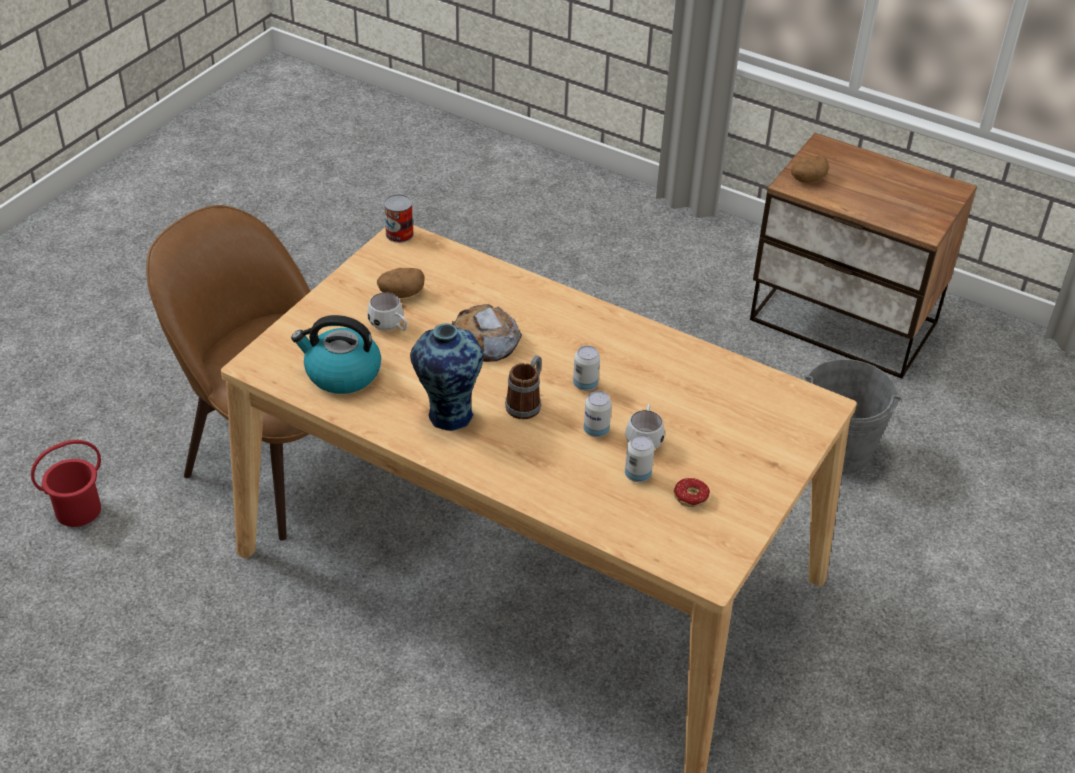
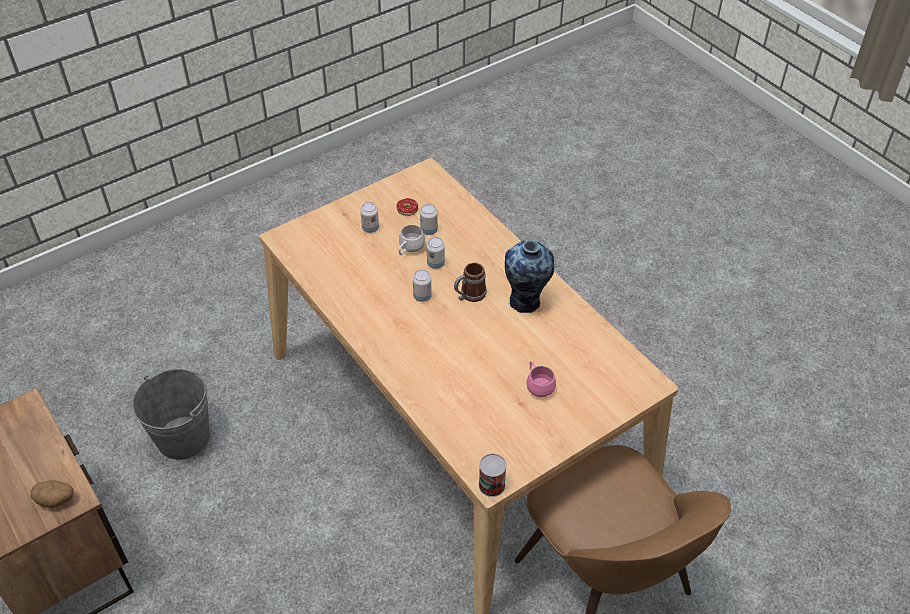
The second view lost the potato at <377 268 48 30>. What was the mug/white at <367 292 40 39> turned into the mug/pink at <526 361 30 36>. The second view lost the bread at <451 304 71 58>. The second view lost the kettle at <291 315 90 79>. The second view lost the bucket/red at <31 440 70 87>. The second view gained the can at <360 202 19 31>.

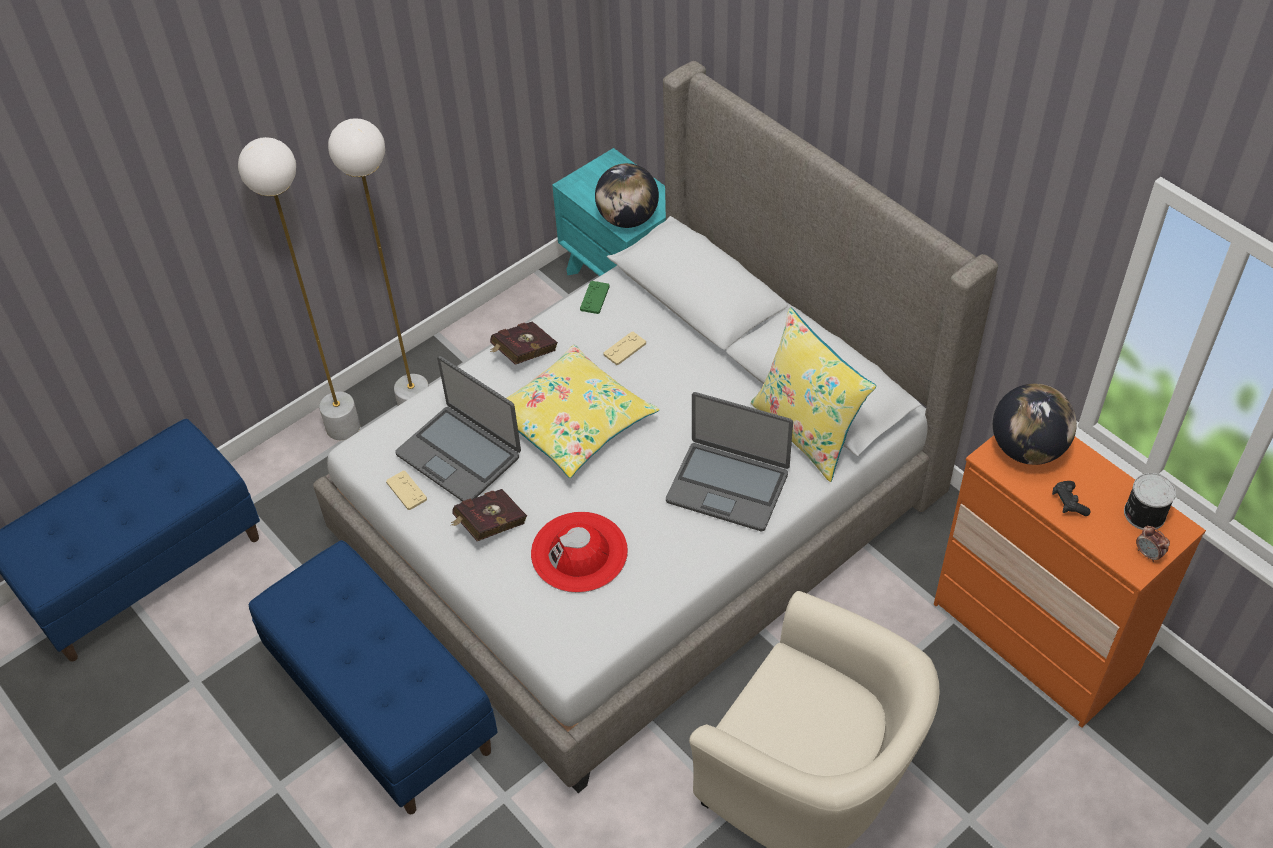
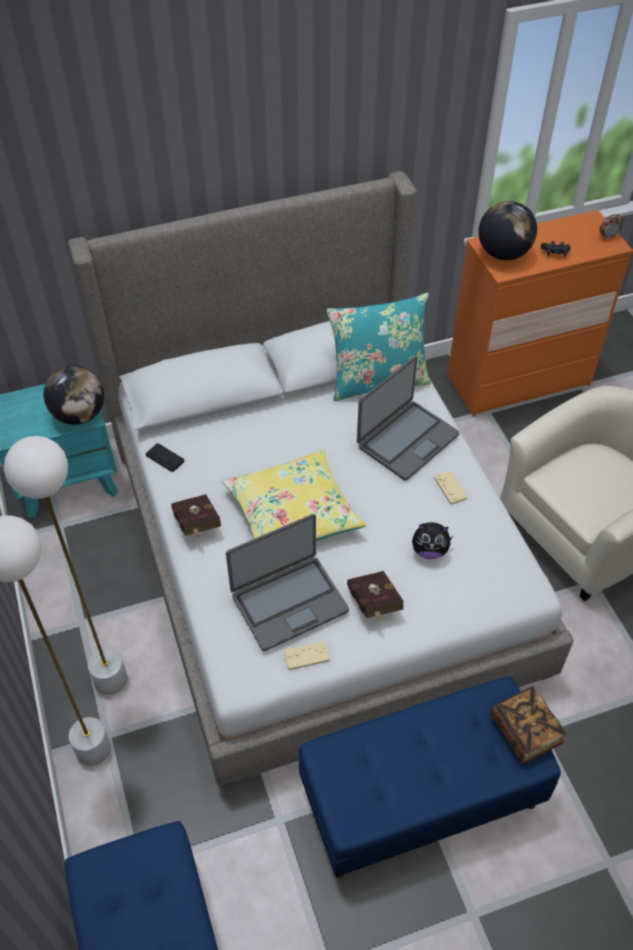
What was the game controller/green at <580 281 30 33> turned into the game controller/black at <146 443 38 29>. What was the pillow/yellow at <751 308 125 174> turned into the pillow/turquoise at <326 293 105 108>. The game controller/beige ended up elsewhere, having gone from <604 332 42 33> to <434 471 33 34>. The second view lost the can at <1124 473 52 57>. Where the hat/red stood at <531 512 97 81>, the plush toy came to stand at <412 522 41 37>. The second view gained the book at <490 686 76 78>.

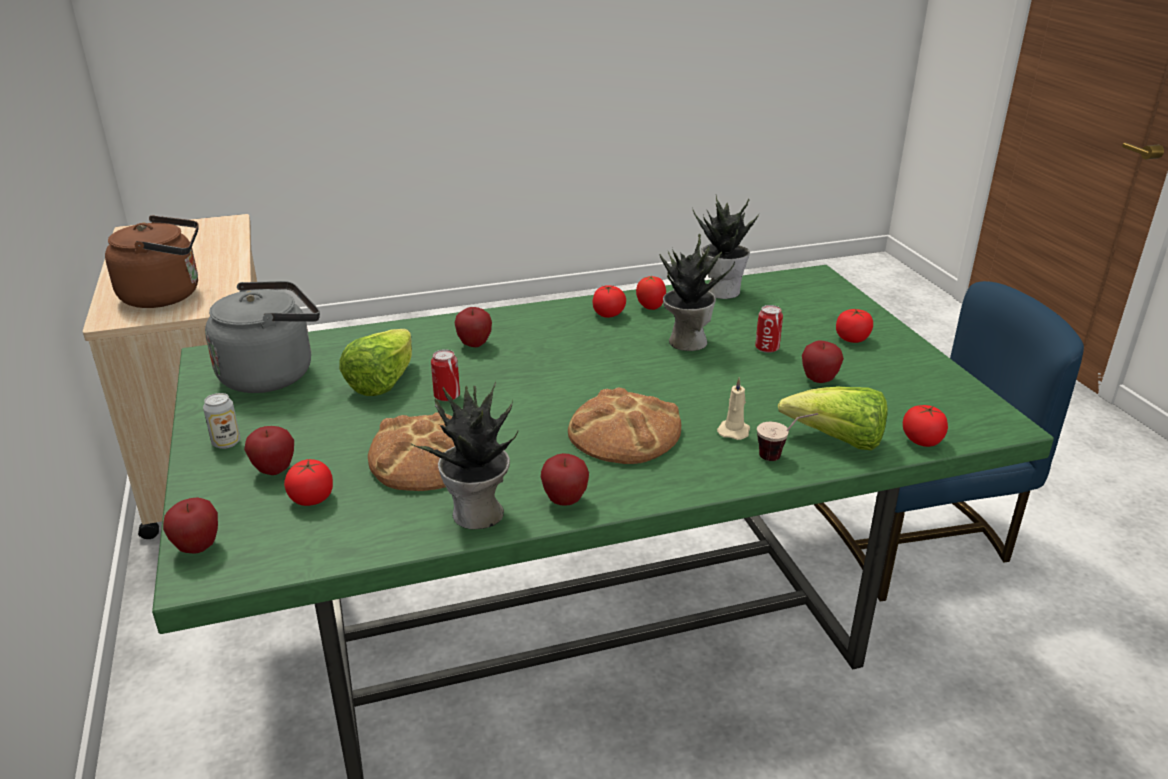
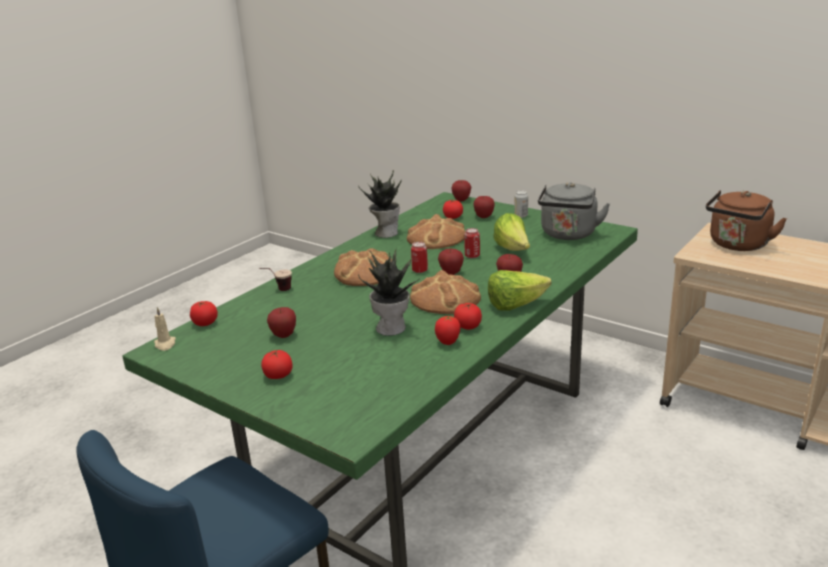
The second view lost the potted plant at <693 195 66 104>. The can ended up elsewhere, having gone from <755 305 28 48> to <411 242 17 31>. The candle/beige ended up elsewhere, having gone from <717 377 33 63> to <154 307 22 44>. The lettuce ended up elsewhere, having gone from <778 386 110 64> to <488 270 64 41>. The apple ended up elsewhere, having gone from <541 453 48 53> to <438 249 26 26>. The second view gained the bread at <410 270 71 44>.

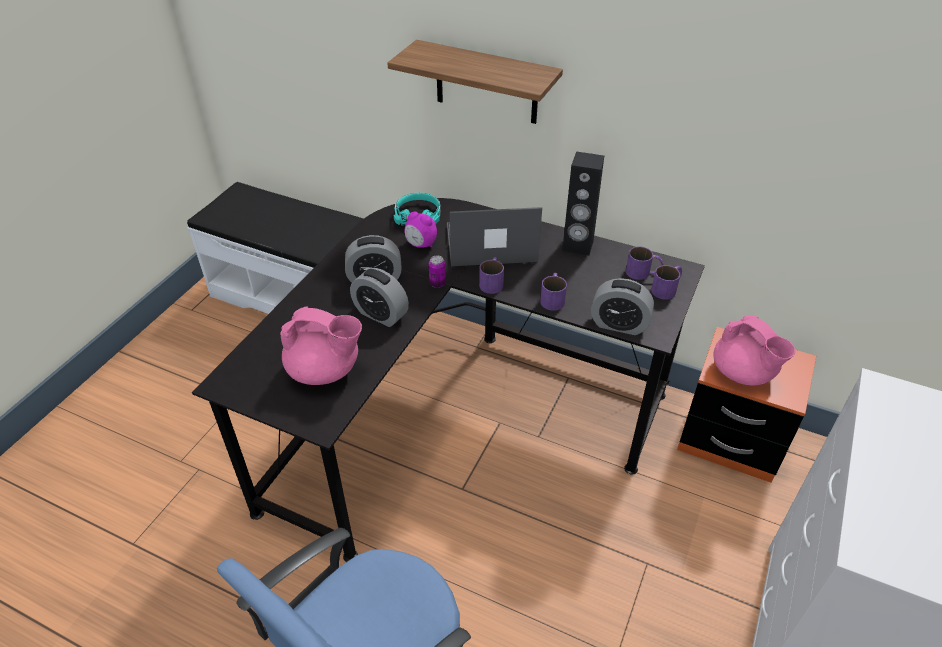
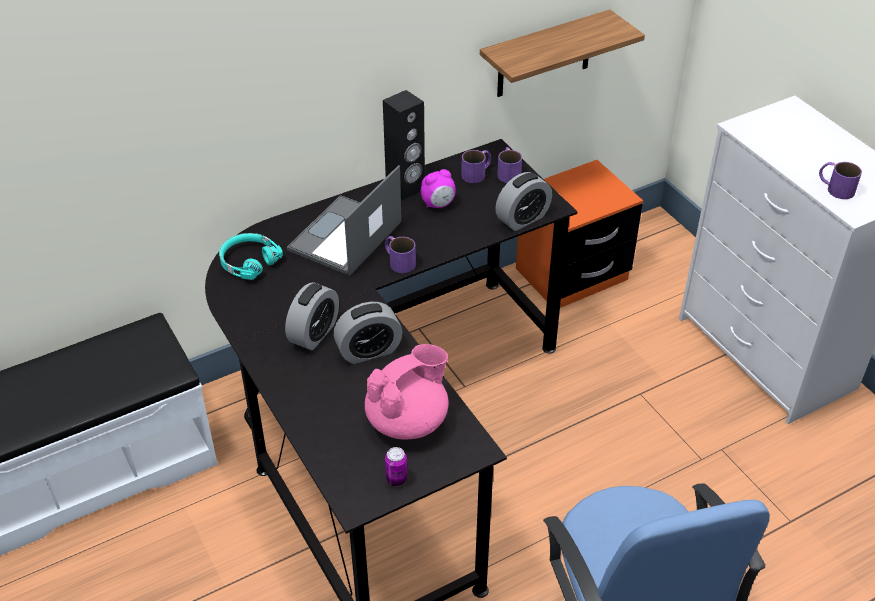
The shelf ended up elsewhere, having gone from <387 40 176 84> to <480 10 165 87>. The alarm clock ended up elsewhere, having gone from <405 212 32 36> to <421 169 35 39>. The can ended up elsewhere, having gone from <429 255 17 33> to <385 447 22 39>. The mug/purple ended up elsewhere, having gone from <540 273 27 38> to <819 162 43 37>. The second view lost the teapot/pink at <714 316 81 69>.

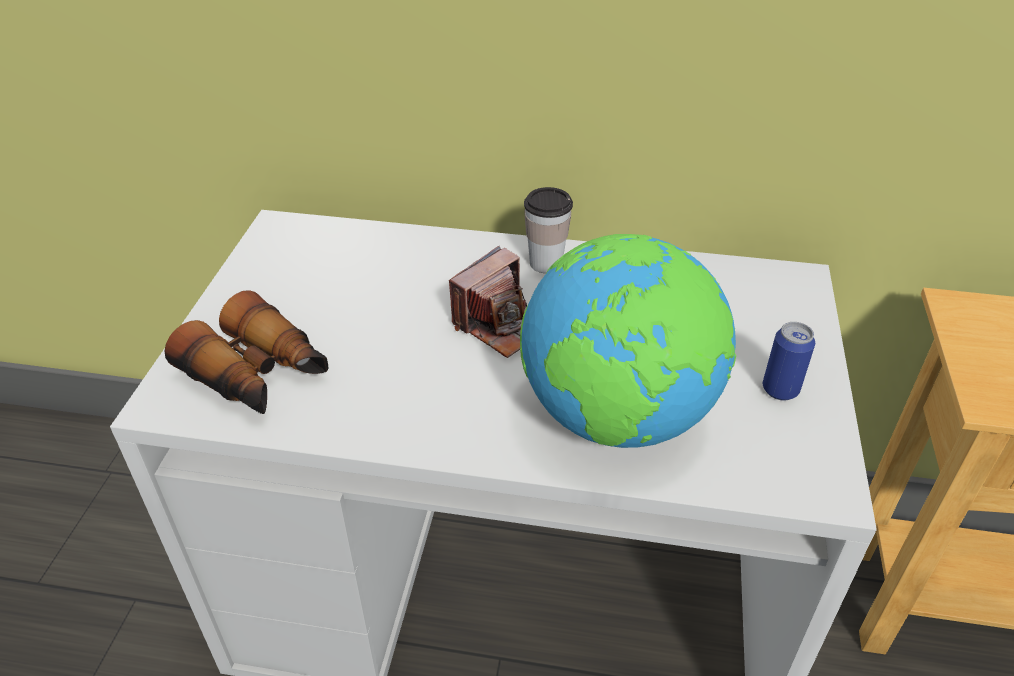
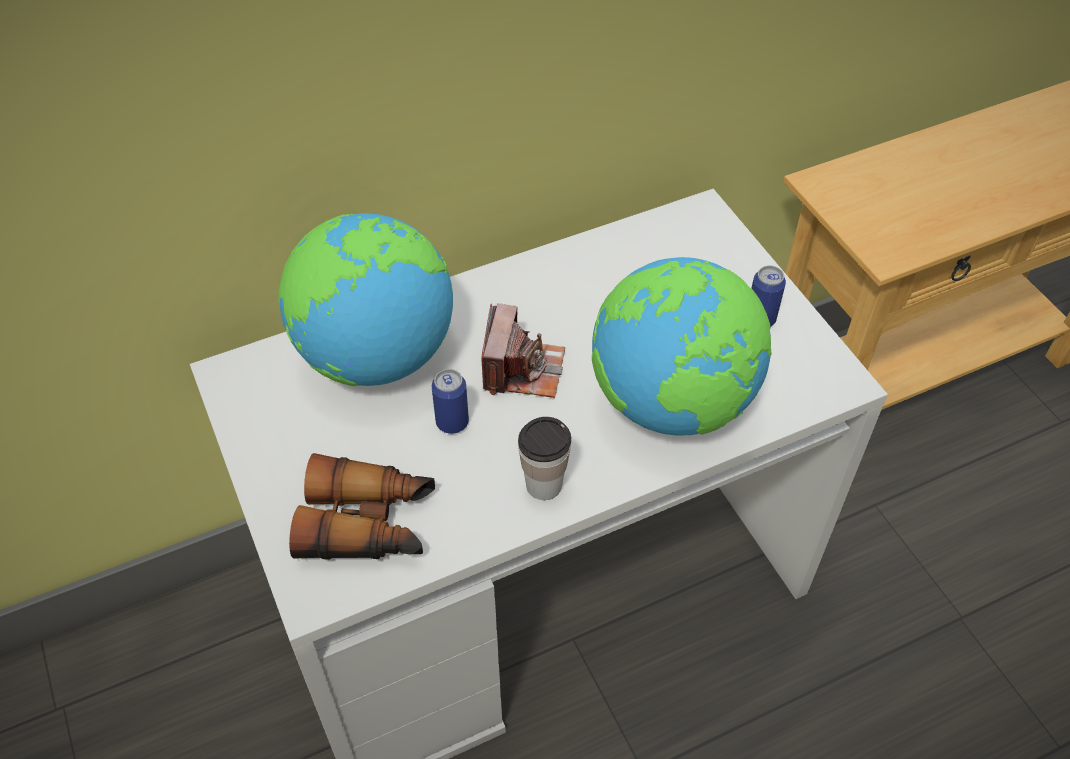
The cup ended up elsewhere, having gone from <524 187 49 86> to <518 417 53 83>. The second view gained the globe at <278 213 175 173>. The second view gained the can at <432 369 37 65>.

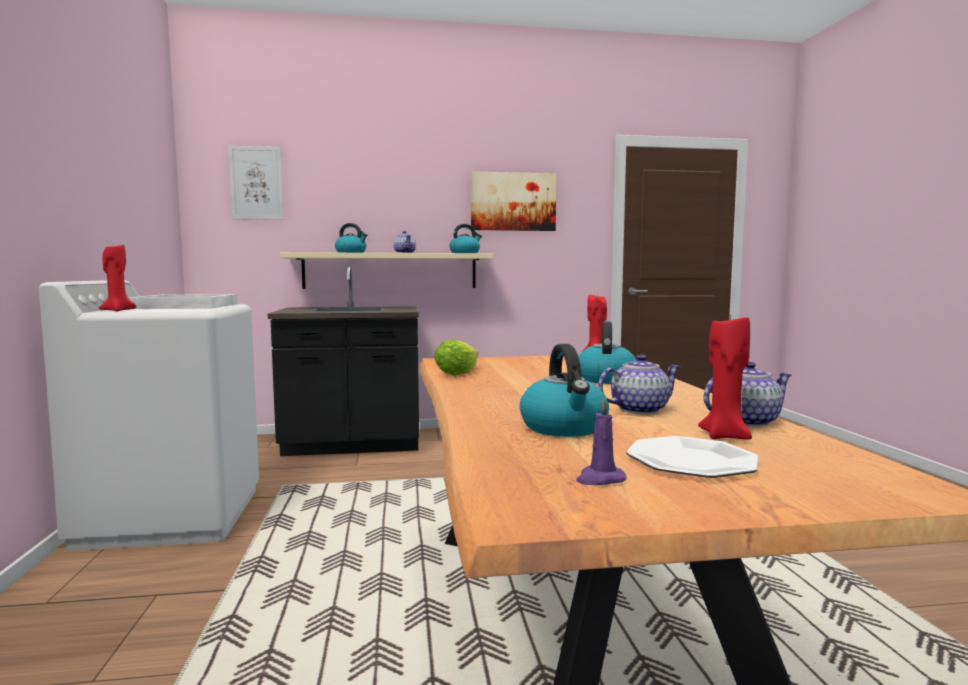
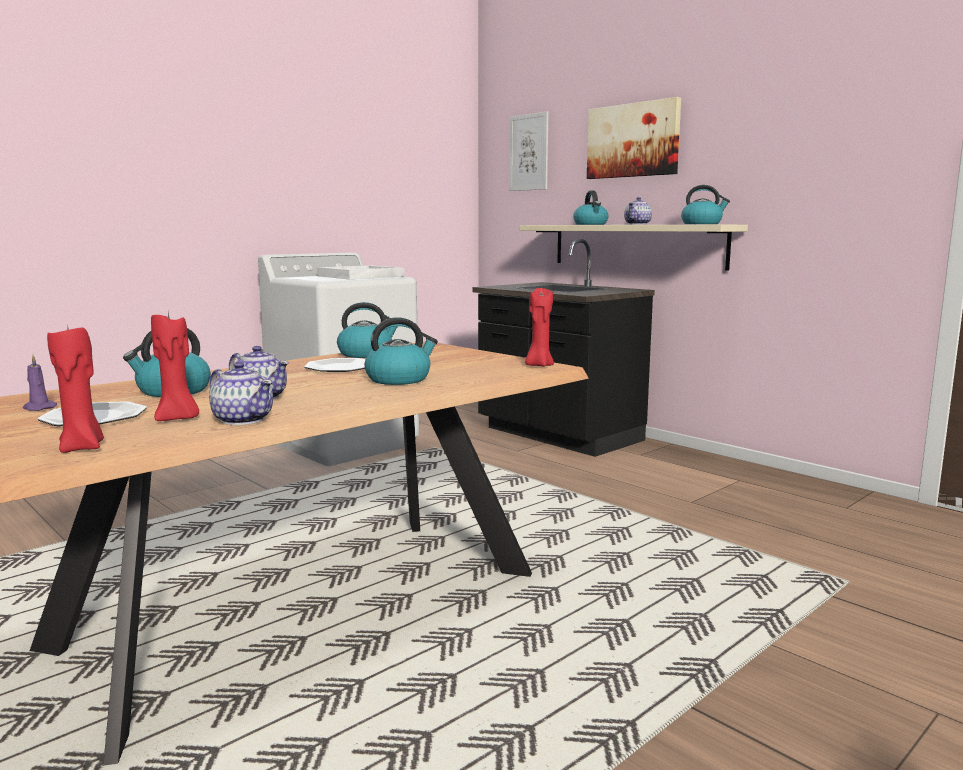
The picture ended up elsewhere, having gone from <471 171 86 60> to <587 97 94 82>. The candle/red ended up elsewhere, having gone from <99 245 38 67> to <47 324 57 129>. Where the lettuce stood at <434 340 45 36>, the kettle came to stand at <337 302 61 56>. The second view gained the plate at <304 358 62 14>.

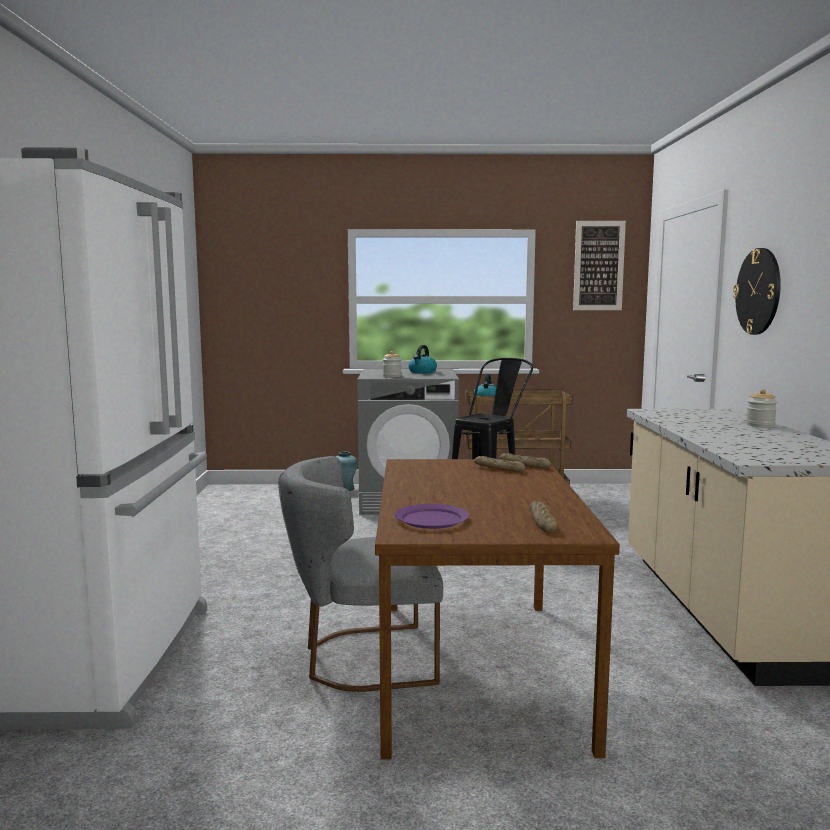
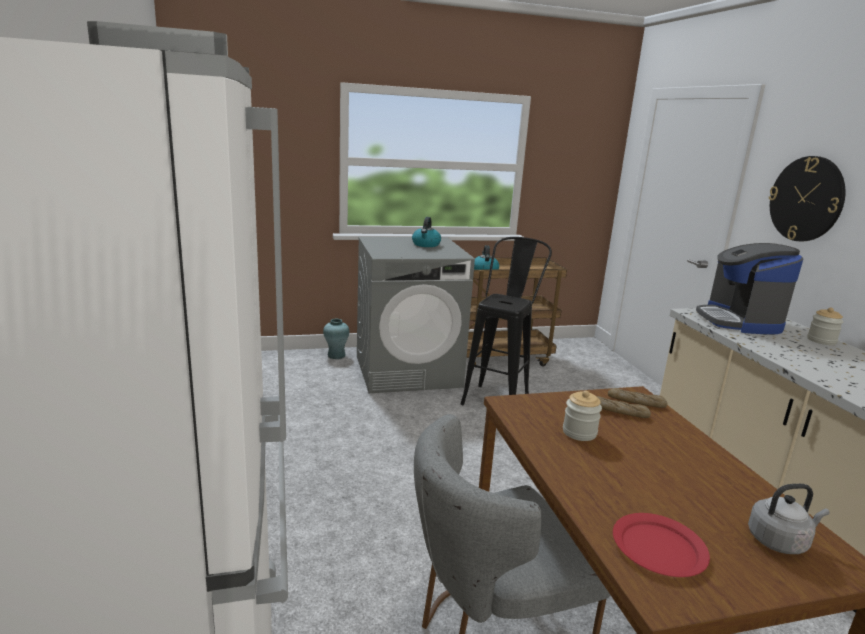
The second view lost the picture at <573 221 53 89>. The jar ended up elsewhere, having gone from <383 351 18 26> to <563 390 39 51>. Where the bread stood at <530 501 27 32>, the kettle/grey came to stand at <748 484 82 70>. What was the plate/purple at <395 504 74 25> turned into the plate/red at <613 513 97 64>. The second view gained the coffee machine at <696 243 107 91>.

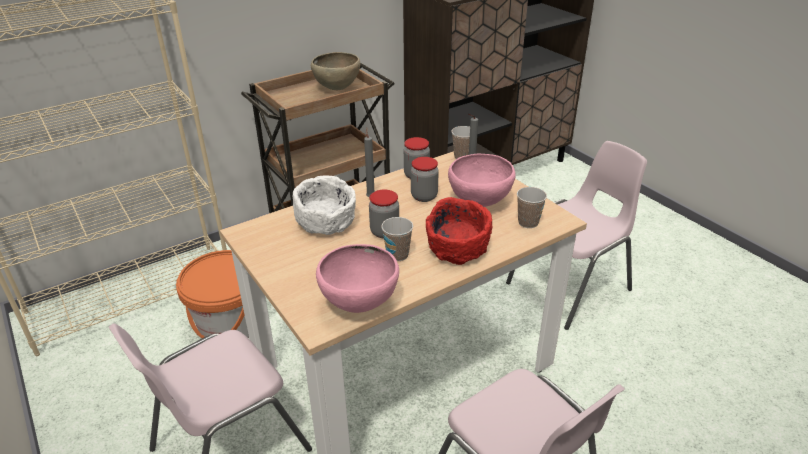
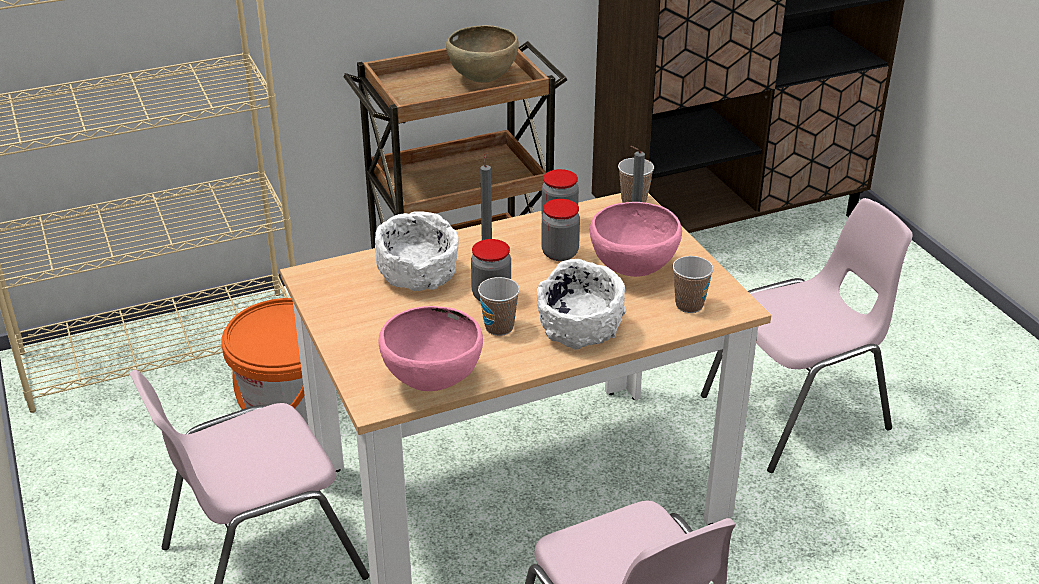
What was the bowl/red at <426 197 67 68> turned into the bowl/white at <537 259 89 91>.

